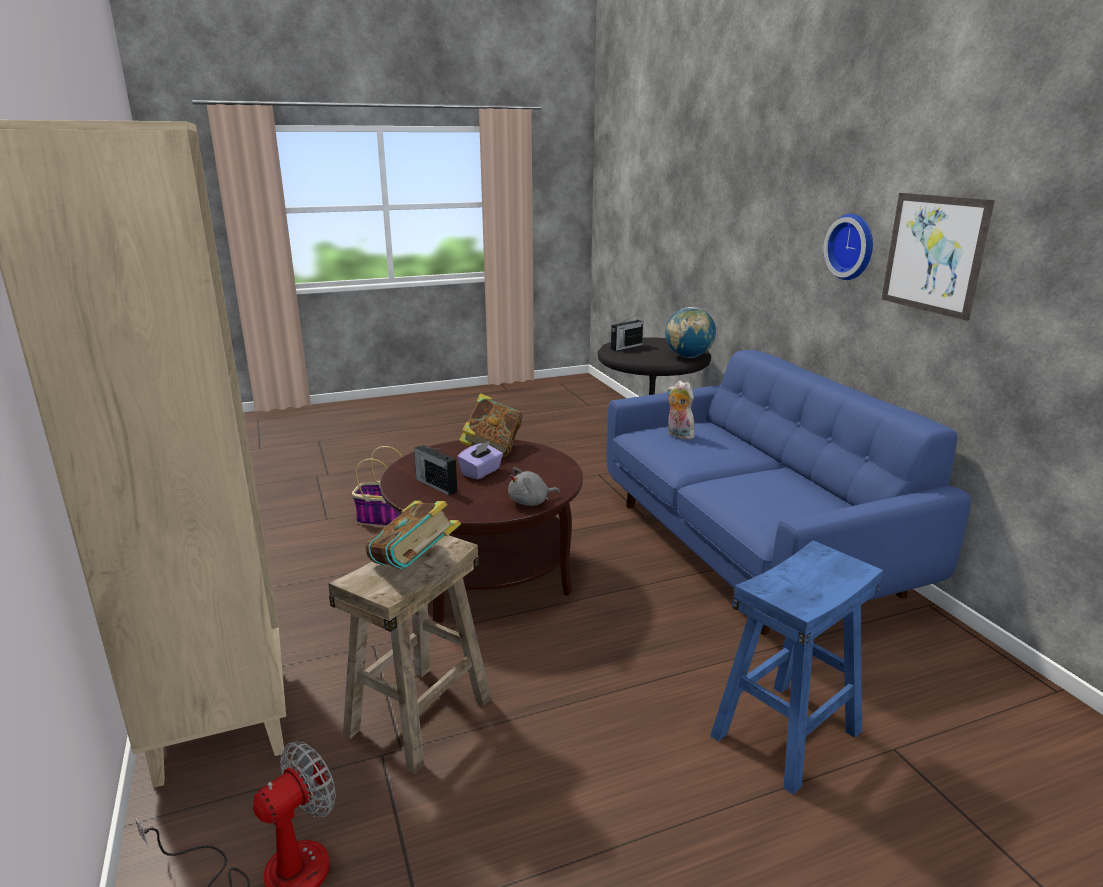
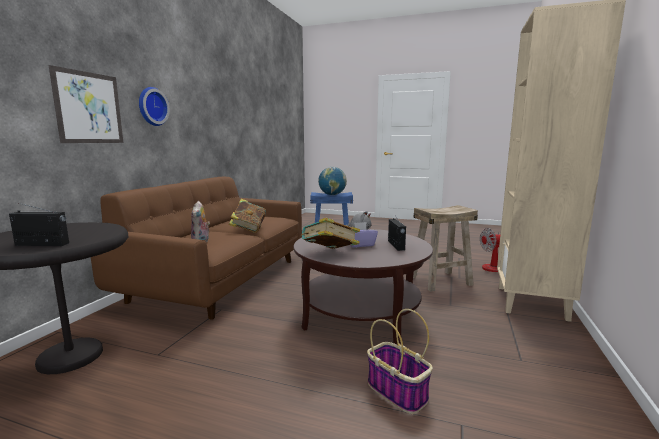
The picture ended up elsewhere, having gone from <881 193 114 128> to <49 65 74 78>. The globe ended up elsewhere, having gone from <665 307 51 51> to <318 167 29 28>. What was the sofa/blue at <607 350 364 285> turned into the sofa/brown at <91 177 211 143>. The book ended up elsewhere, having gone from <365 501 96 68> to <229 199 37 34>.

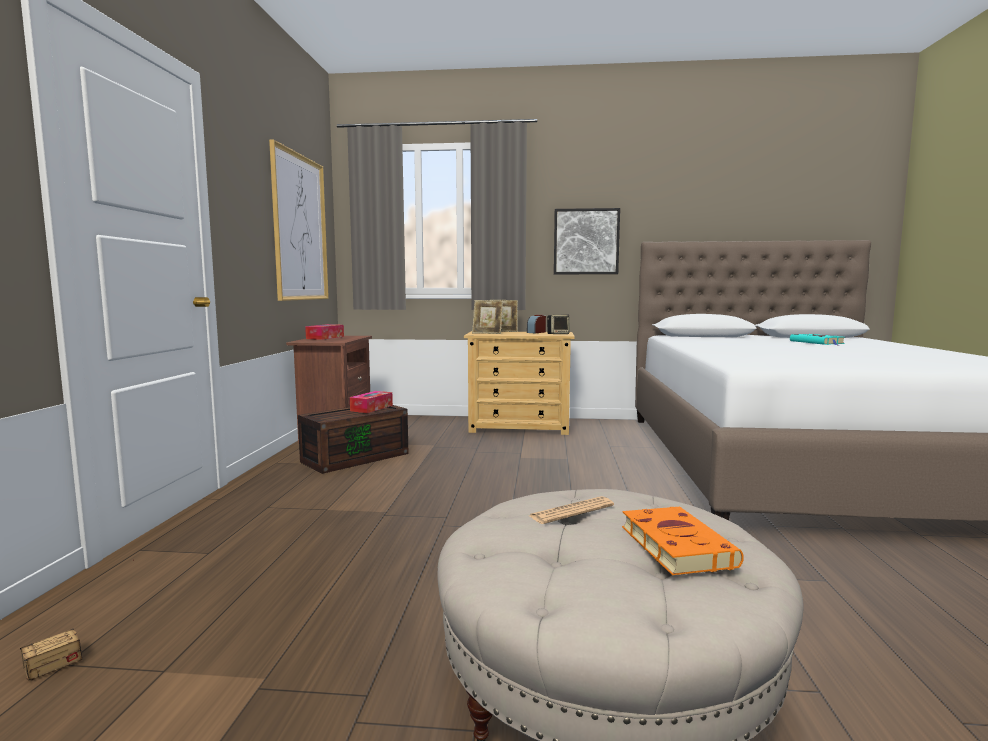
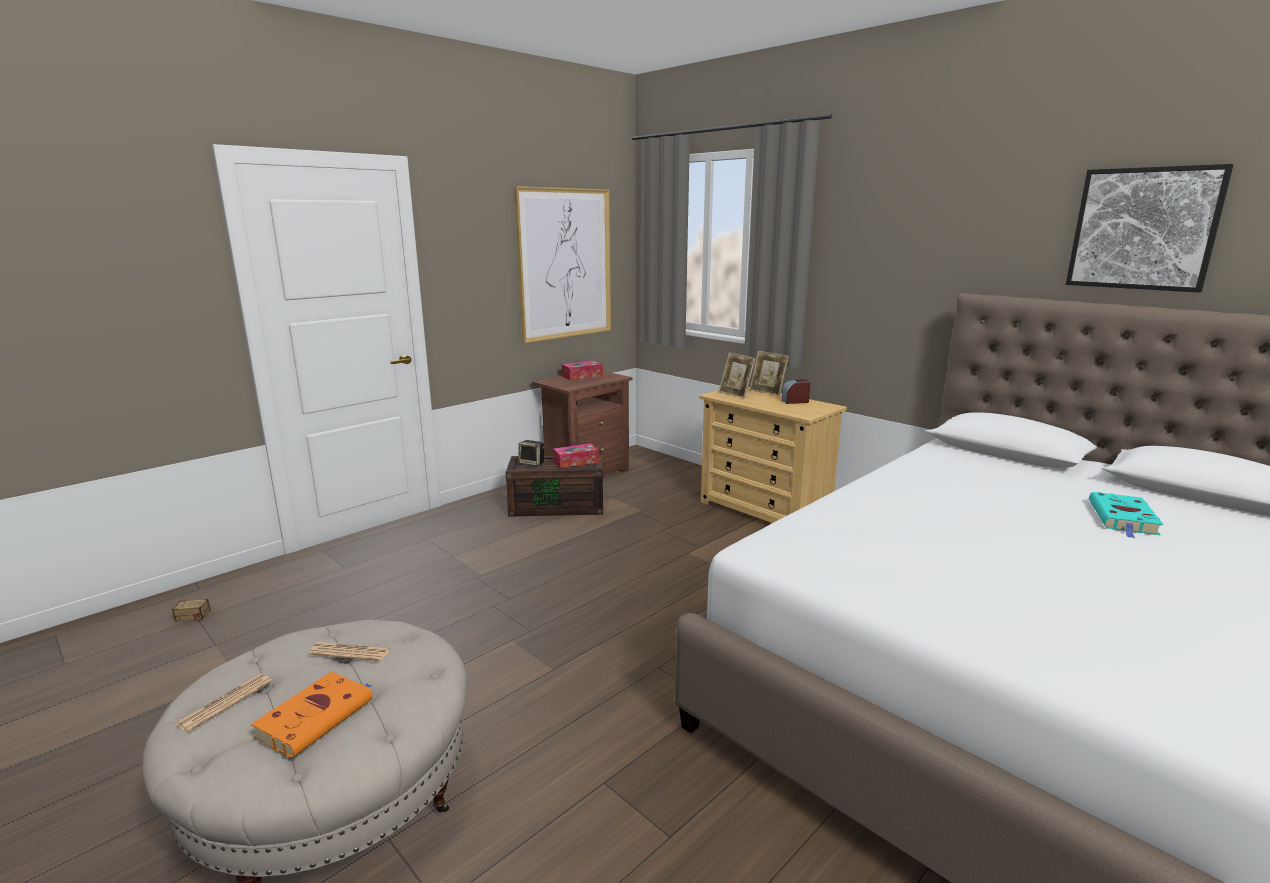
The picture ended up elsewhere, having gone from <554 208 66 66> to <1066 164 168 129>. The speaker ended up elsewhere, having gone from <547 314 23 20> to <518 440 27 26>. The second view gained the newspaper at <175 674 98 58>.

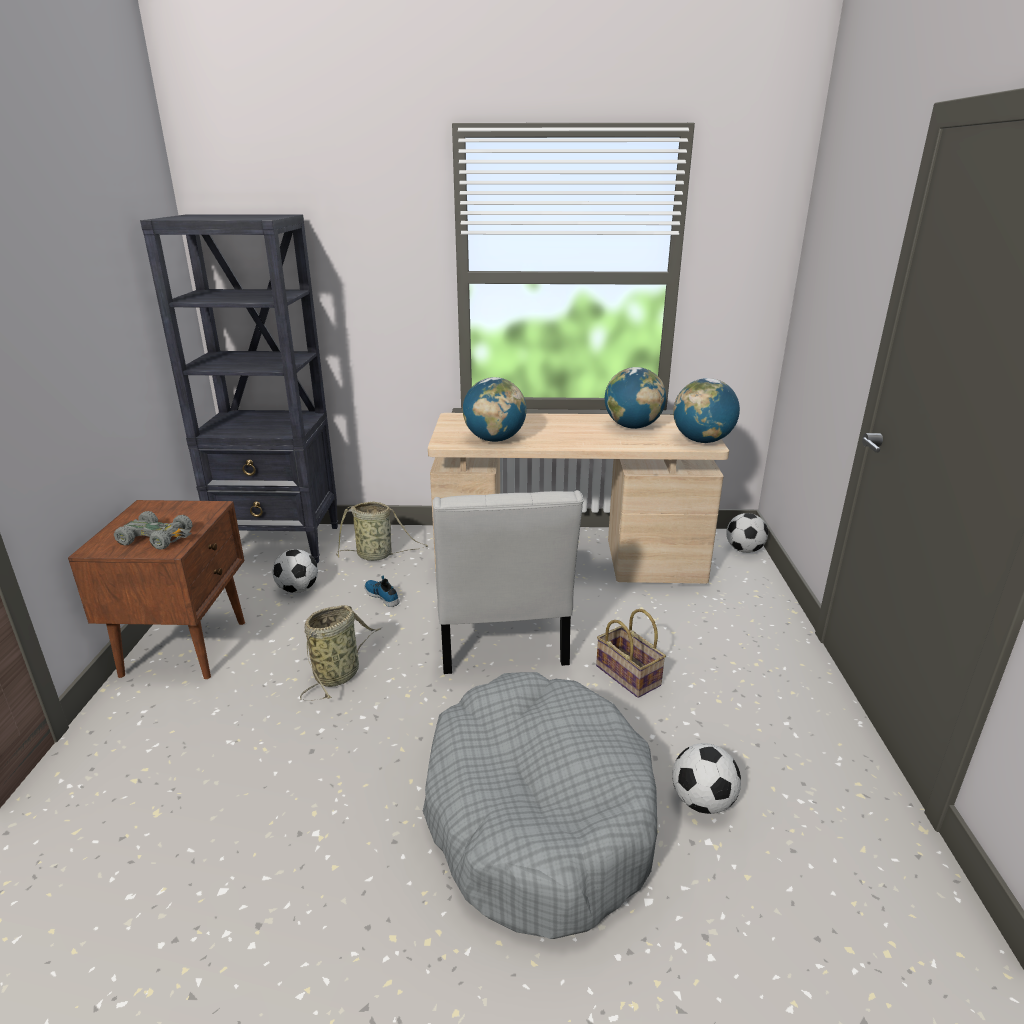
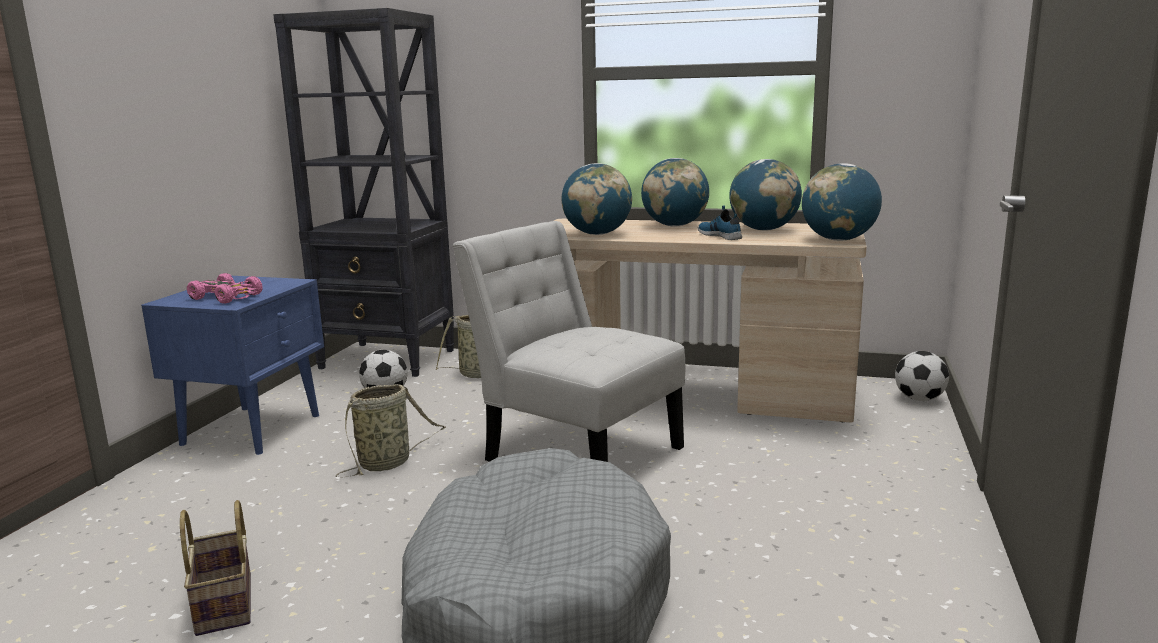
The chair/white at <432 490 152 184> ended up facing another way, 120 degrees clockwise from before. What was the nightstand/brown at <68 500 177 179> turned into the nightstand/blue at <141 276 183 179>. What was the toy car/grey at <114 511 79 39> turned into the toy car/pink at <187 273 75 31>. The shoe ended up elsewhere, having gone from <365 576 35 31> to <698 205 44 35>. The basket ended up elsewhere, having gone from <596 609 70 89> to <180 500 71 136>. The second view lost the football at <672 743 69 71>. The second view gained the globe at <641 158 68 69>.

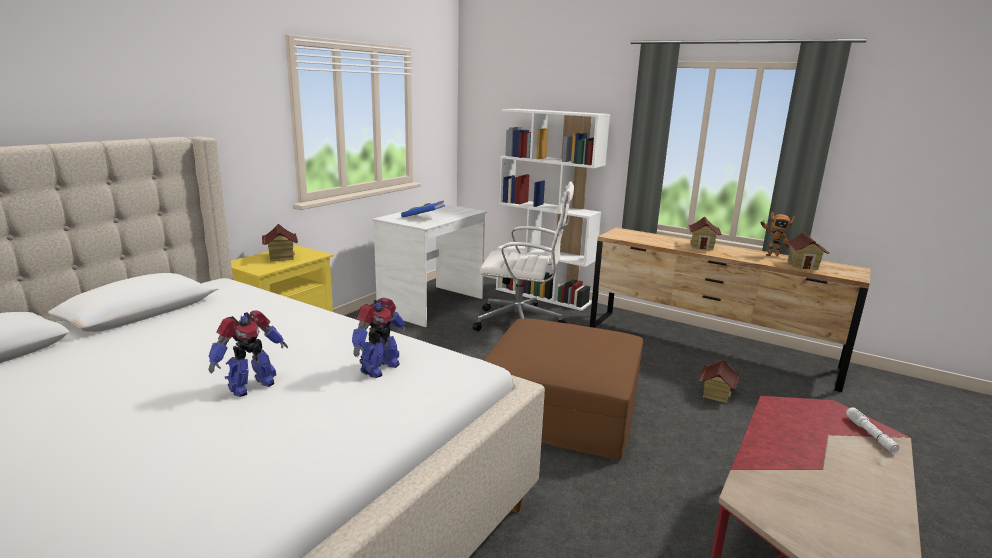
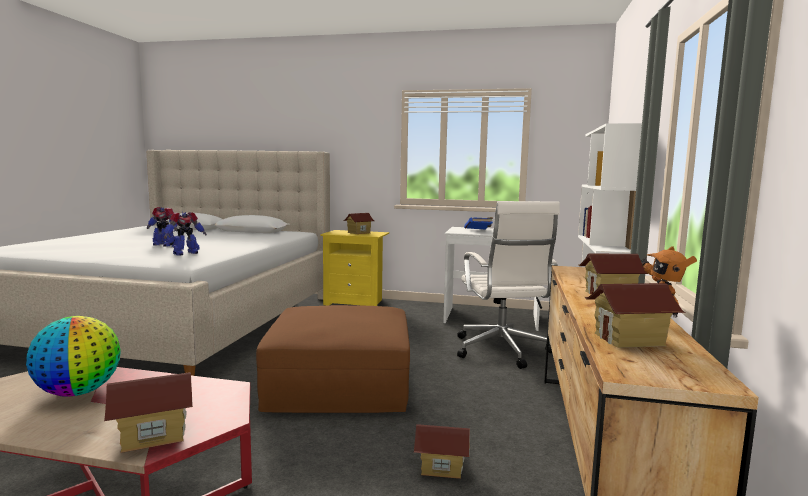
The toy robot at <352 298 56 80> ended up facing another way, 60 degrees counterclockwise from before. Where the flashlight/white stood at <846 407 53 46>, the toy house came to stand at <104 372 89 81>. The second view gained the globe at <26 316 95 81>.

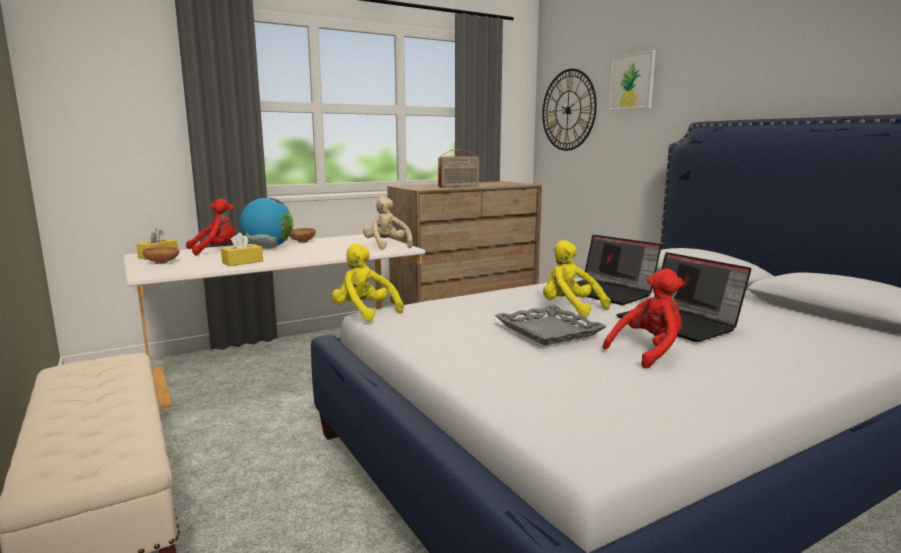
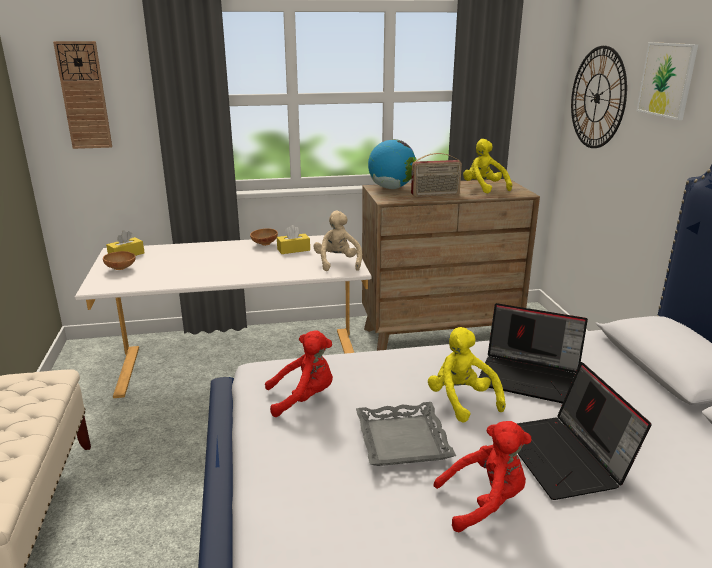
The globe ended up elsewhere, having gone from <240 198 53 51> to <368 139 48 50>. The plush toy/red ended up elsewhere, having gone from <186 199 50 57> to <265 330 68 87>. The tissue box/yellow ended up elsewhere, having gone from <221 233 42 33> to <277 225 33 29>. The laptop at <576 235 86 70> ended up facing another way, 45 degrees counterclockwise from before. The plush toy/yellow ended up elsewhere, having gone from <332 244 72 77> to <463 139 49 55>. The second view gained the wall clock at <53 41 59 108>.

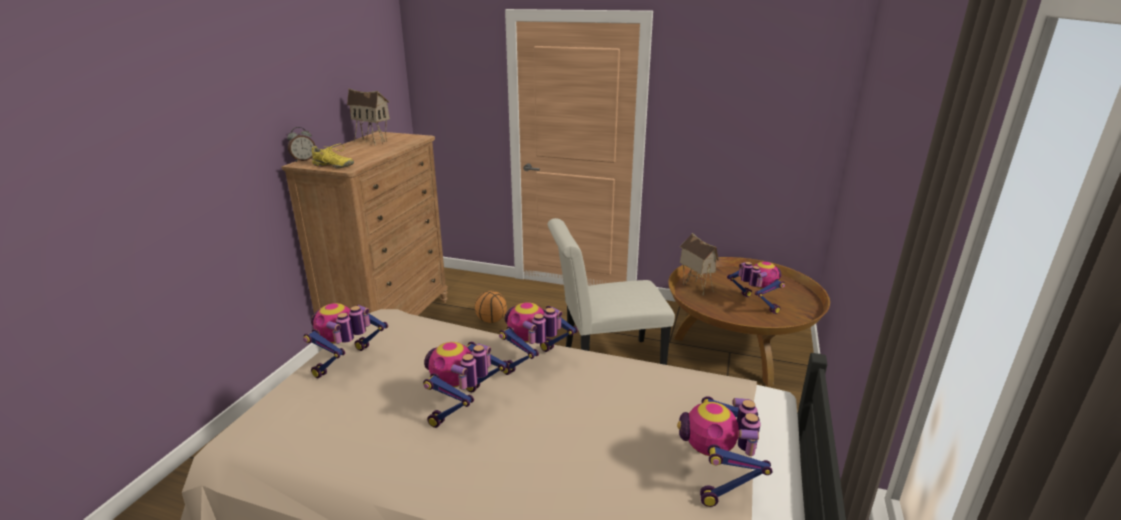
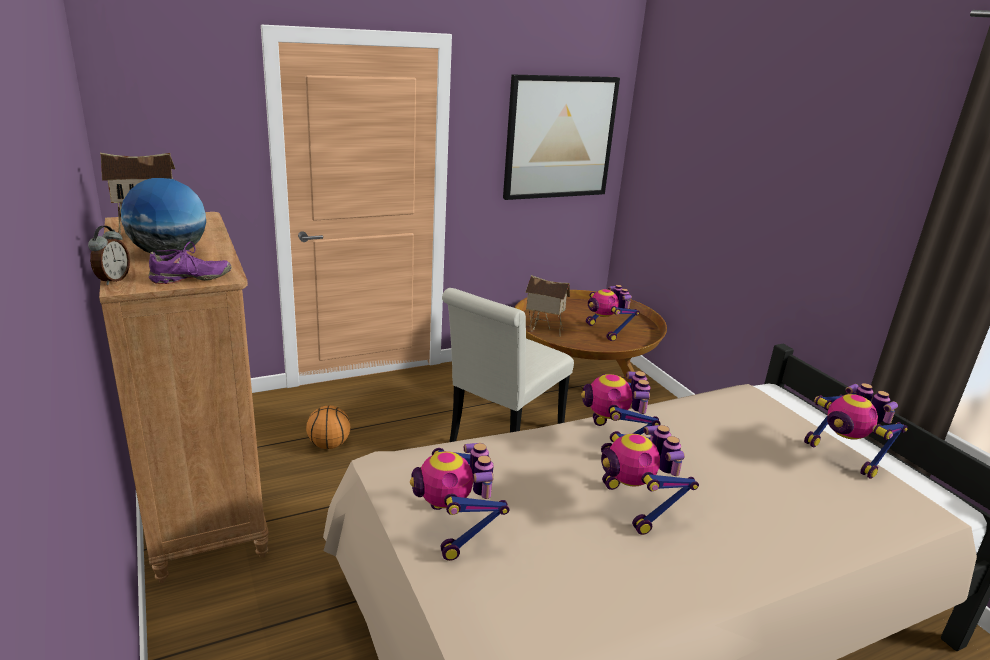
What was the shoe/yellow at <312 144 42 24> turned into the shoe/purple at <148 241 84 43>. The toy robot at <727 261 58 53> ended up facing another way, 135 degrees counterclockwise from before. The second view gained the picture at <503 75 117 125>. The second view gained the globe at <121 178 85 78>.

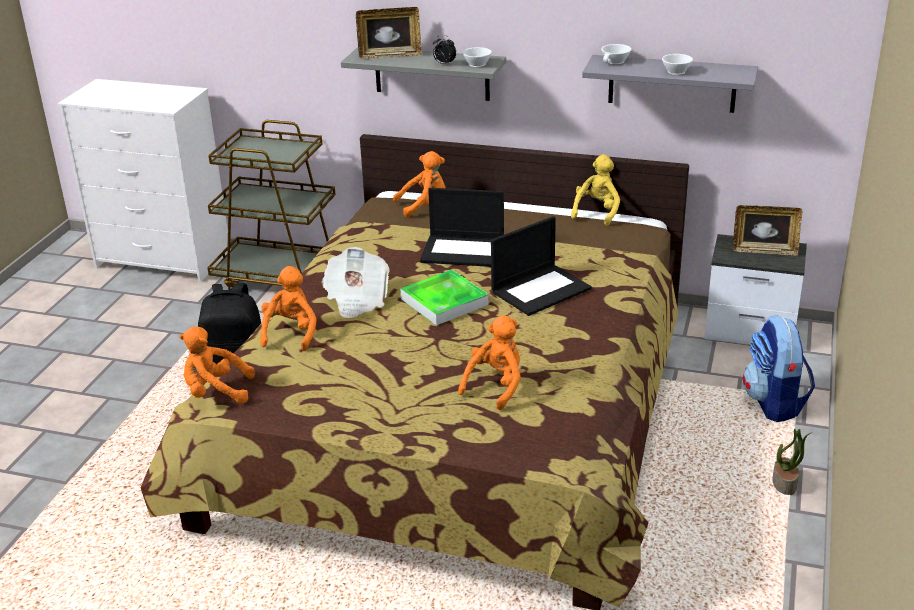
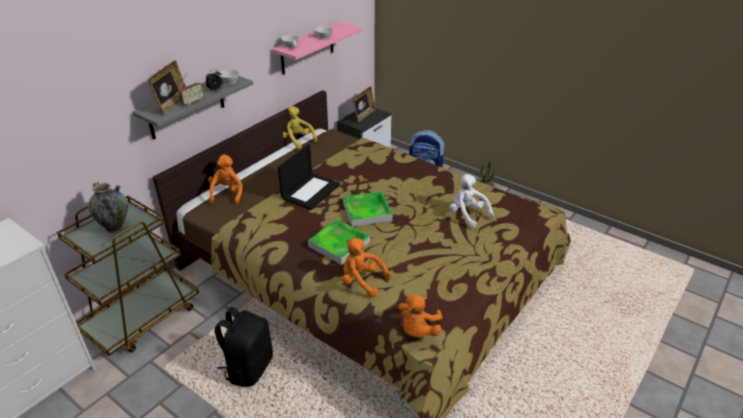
What was the shelf/grey at <582 55 176 58> turned into the shelf/pink at <272 22 90 53>. The second view lost the laptop at <491 216 101 100>. Where the newspaper stood at <322 247 68 71>, the tray came to stand at <308 219 62 46>. What was the plush toy/orange at <458 315 63 95> turned into the plush toy/white at <449 174 45 54>. The second view gained the radio at <179 73 26 33>. The second view gained the vase at <88 181 40 52>.

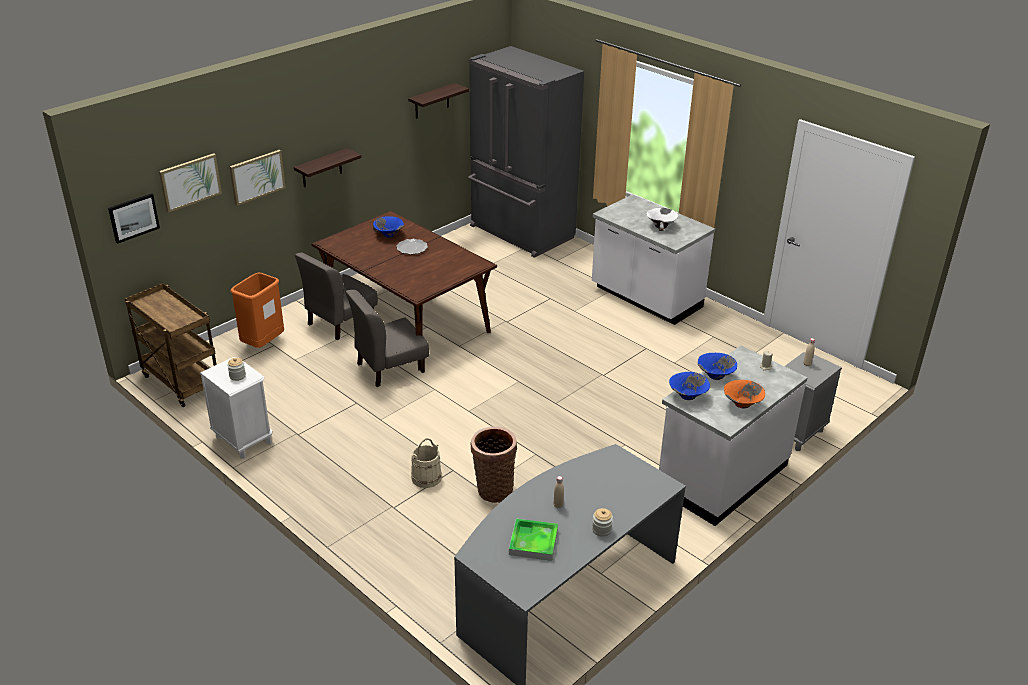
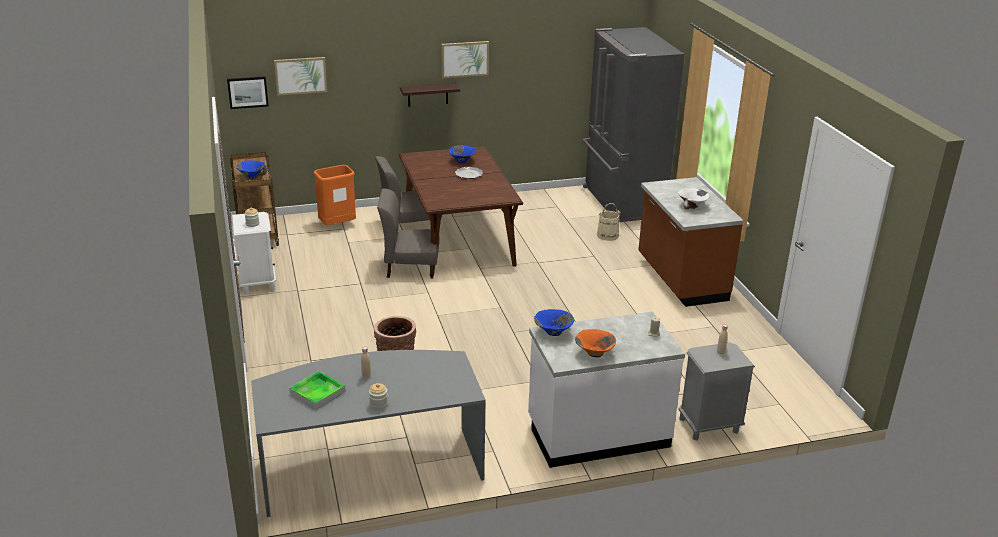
The second view lost the shelf at <408 83 61 36>. The picture ended up elsewhere, having gone from <230 150 56 56> to <441 41 48 37>. What was the counter/white at <592 194 123 131> turned into the counter/brown at <638 177 106 130>. The bowl/blue ended up elsewhere, having gone from <698 353 39 27> to <236 160 31 19>. The bucket/beige ended up elsewhere, having gone from <411 438 31 50> to <597 203 24 38>.

